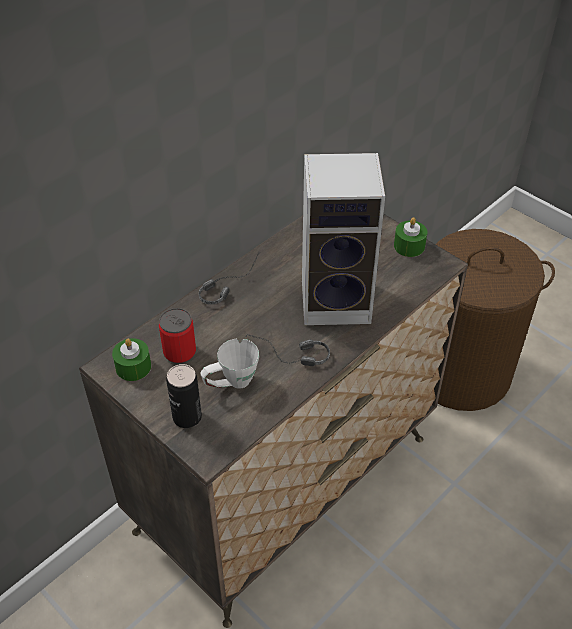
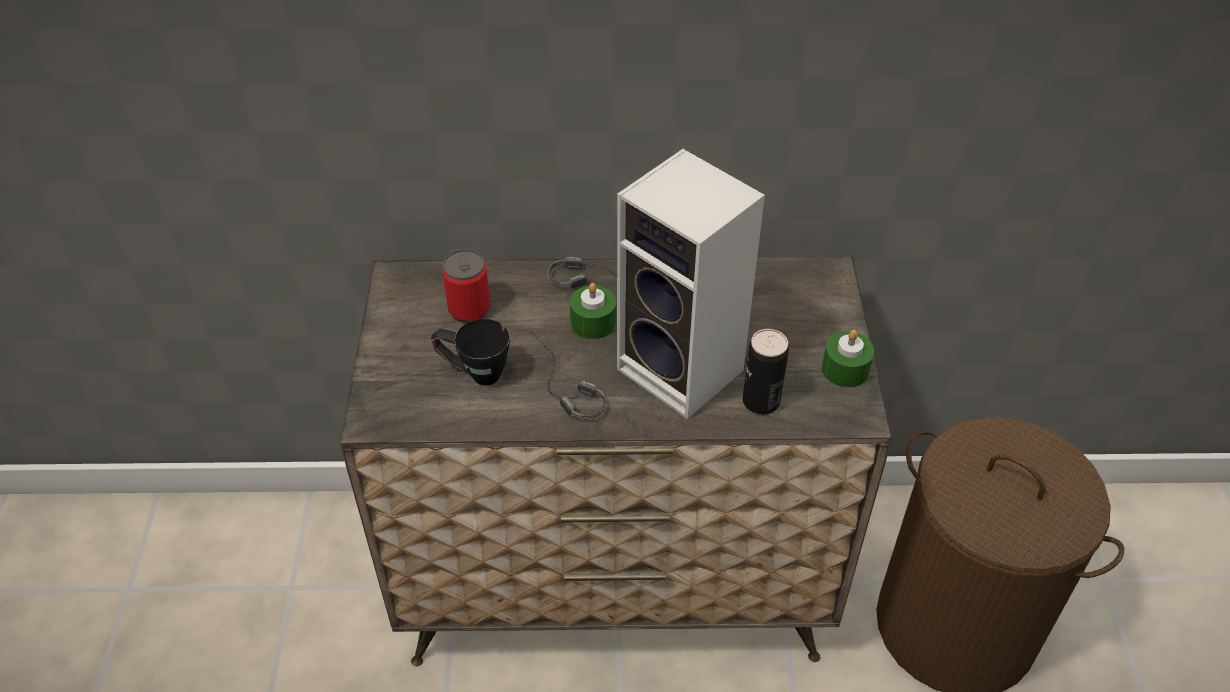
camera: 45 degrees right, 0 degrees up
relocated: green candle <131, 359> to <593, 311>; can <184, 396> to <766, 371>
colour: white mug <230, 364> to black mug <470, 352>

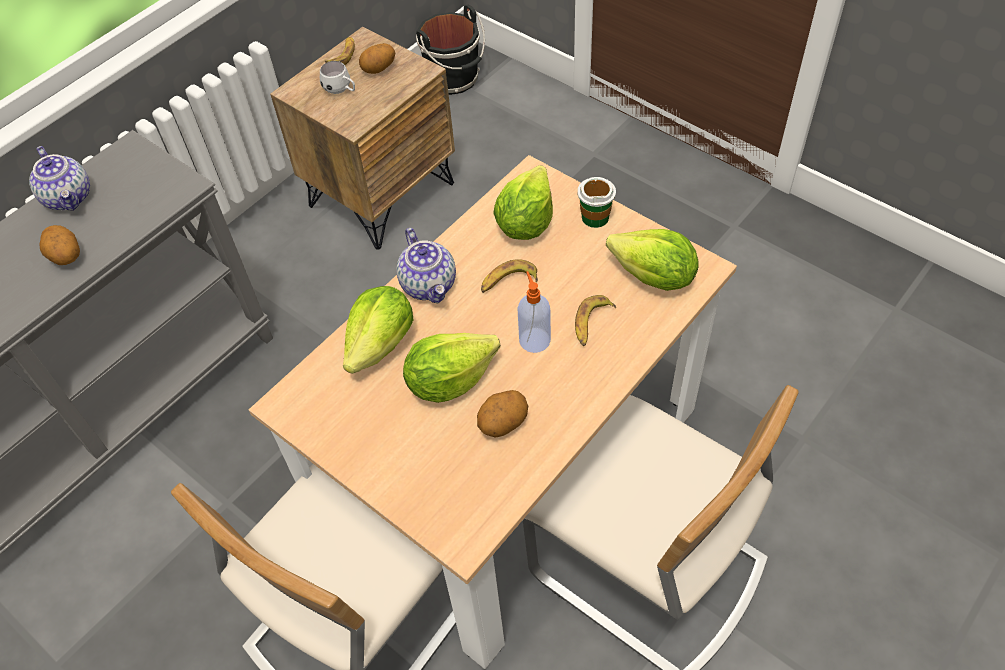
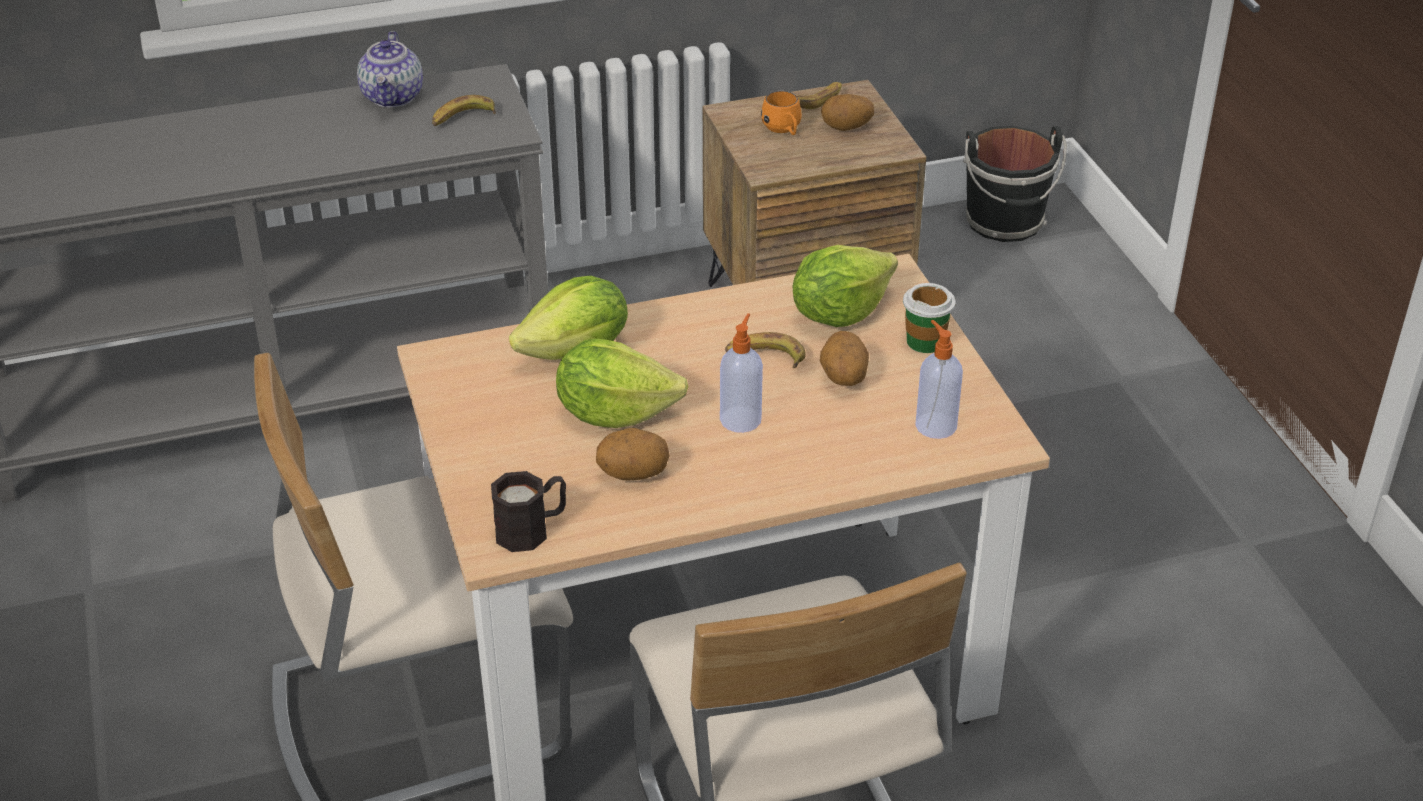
camera: 30 degrees right, 15 degrees down
missing: teapot <426, 265>
appeared: black mug <528, 511>
relocated: potato <60, 245> to <844, 358>; banana <595, 320> to <464, 110>
exchanged: lettuce <652, 260> to soap dispenser <939, 379>
colour: white mug <337, 77> to orange mug <781, 113>

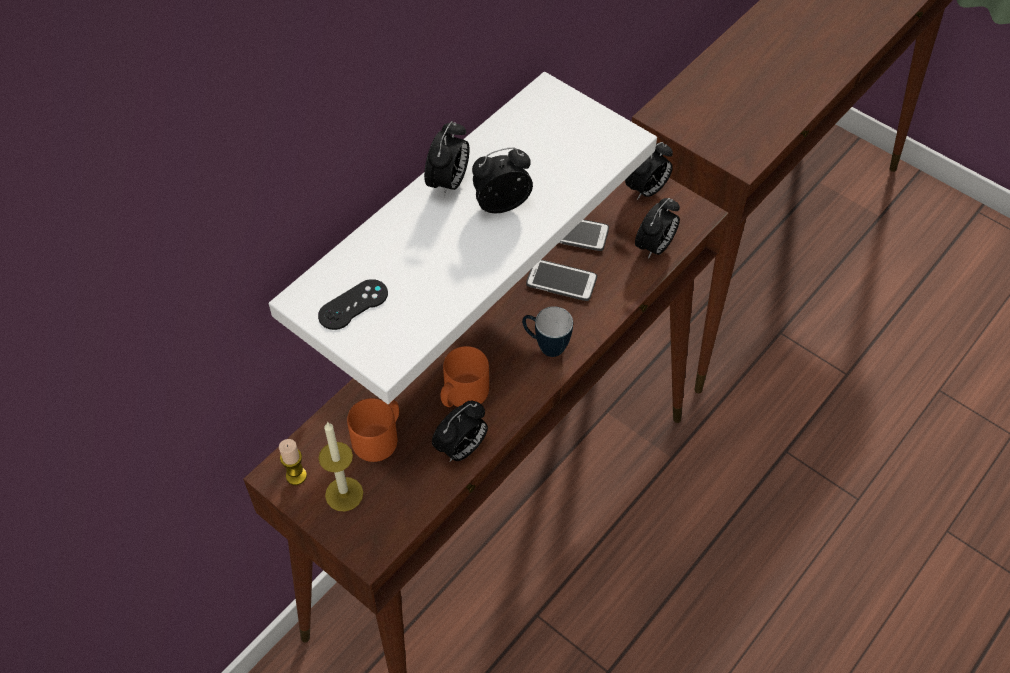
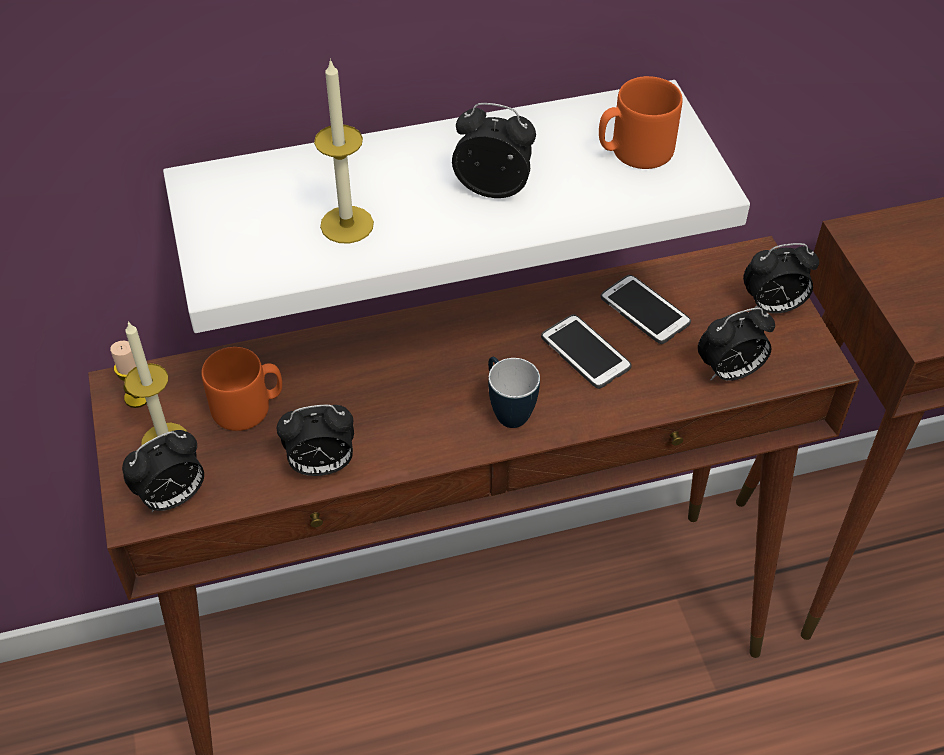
camera: 35 degrees right, 5 degrees down
missing: black game controller <353, 304>
appeared: candle <344, 151>
relocated: alarm clock <447, 159> to <163, 471>; orange mug <465, 376> to <641, 122>

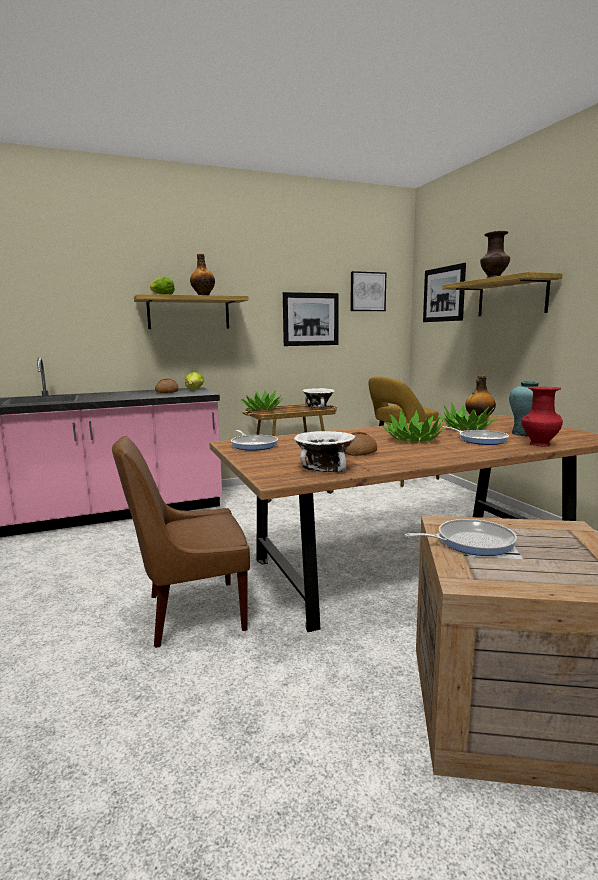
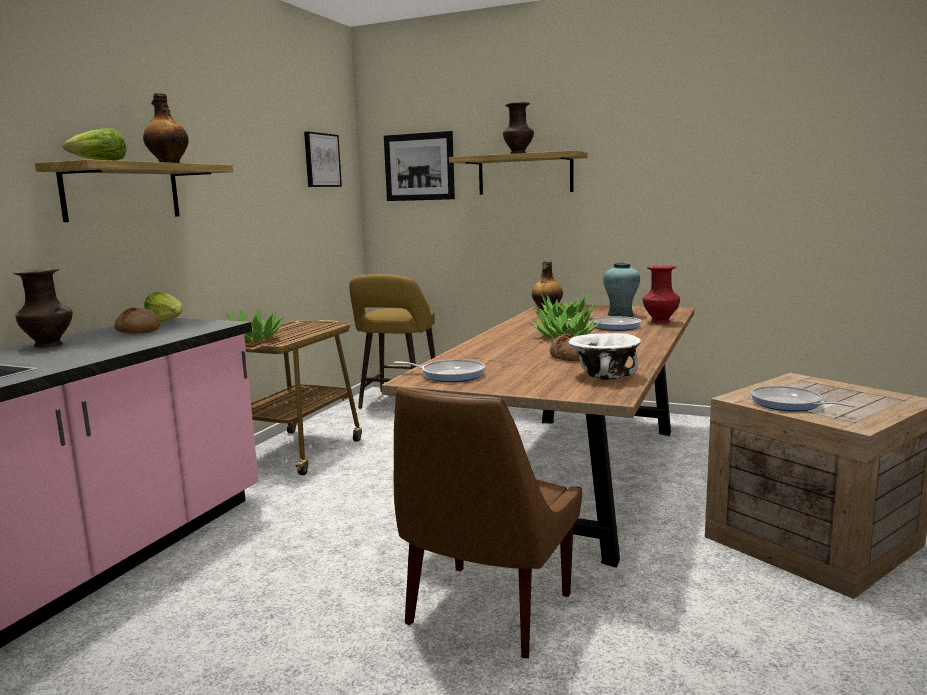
camera: 45 degrees left, 0 degrees up
missing: picture <311, 319>; white bowl <319, 398>
appeared: brown vase <43, 308>
spun: frying pan <461, 537> = <803, 398> 75 degrees counterclockwise

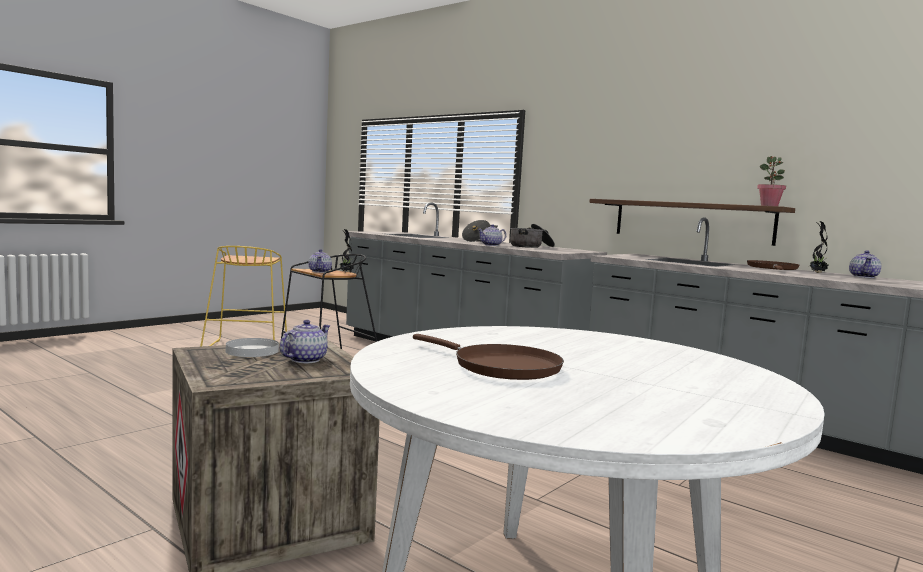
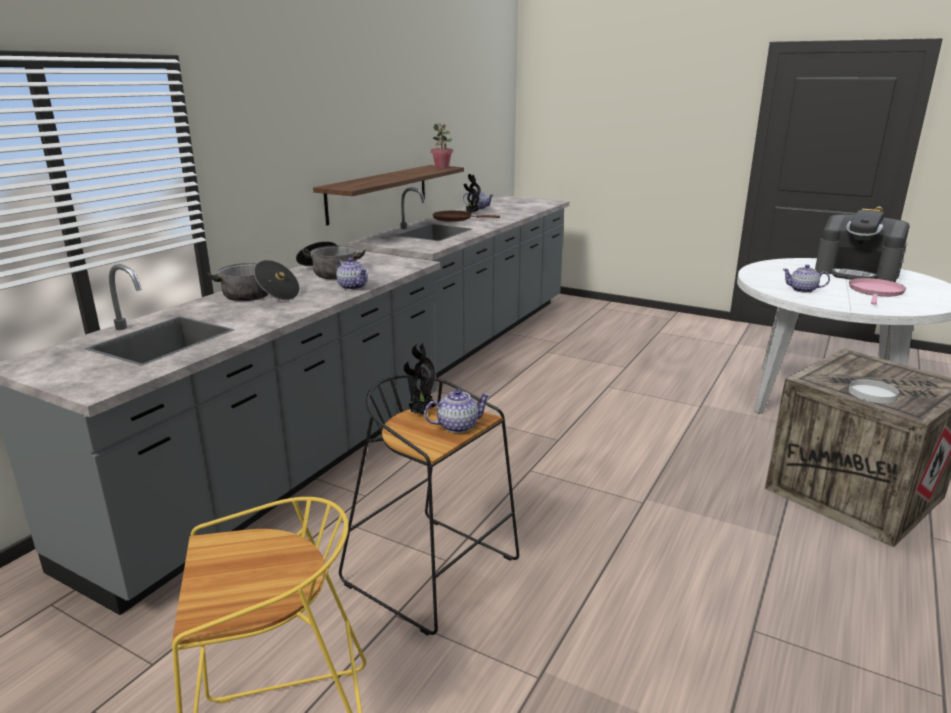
camera: 100 degrees left, 15 degrees up
appeared: coffee machine <862, 246>
relocated: teapot <305, 341> to <806, 278>
colour: brown frying pan <488, 357> to pink frying pan <877, 291>

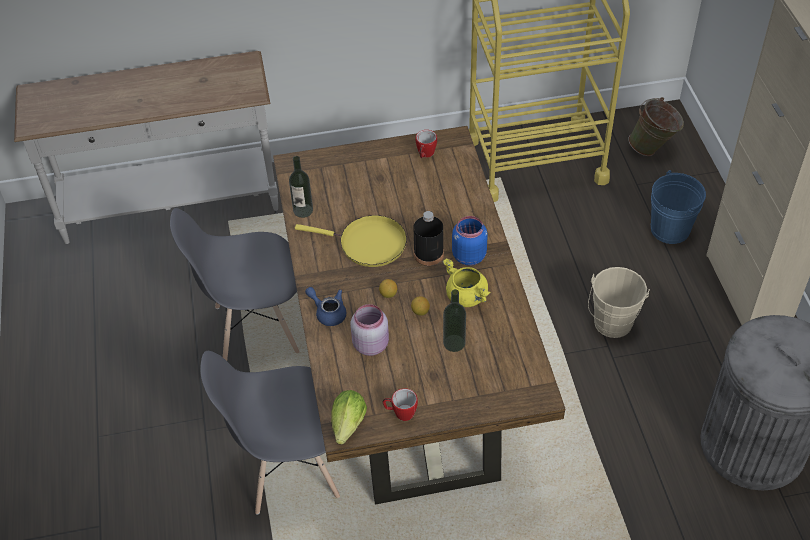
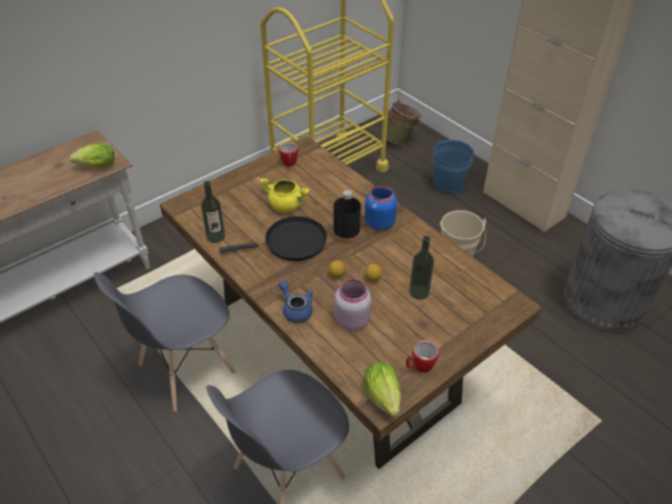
camera: 30 degrees left, 5 degrees down
appeared: lettuce <92, 155>
relocated: yellow cooking pot <466, 282> to <285, 195>
colour: yellow frying pan <351, 241> to black frying pan <273, 238>
spun: blue teapot <325, 306> = <296, 301> 45 degrees clockwise

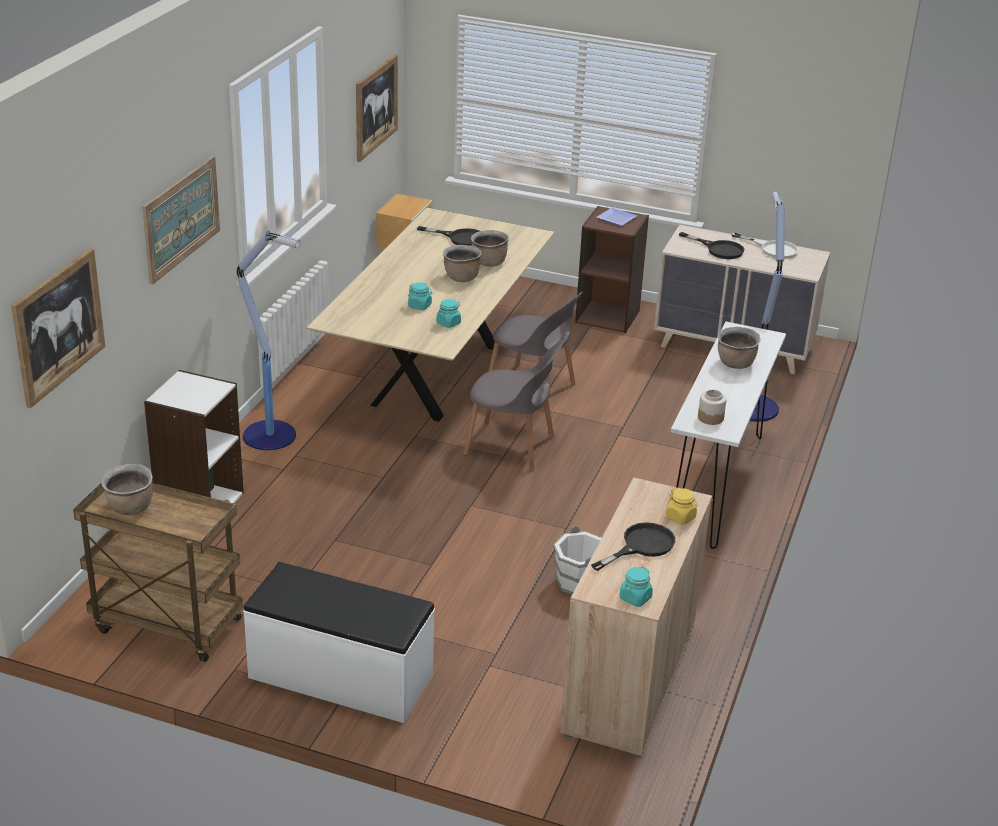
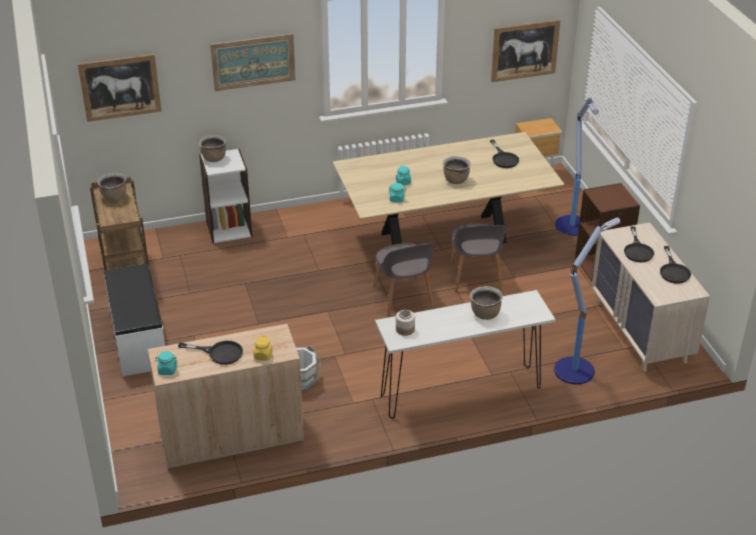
camera: 55 degrees right, 5 degrees up
missing: plate <616, 217>
relocated: floor lamp <268, 340> to <577, 167>; brown cooking pot <490, 248> to <212, 148>
colour: white frying pan <765, 245> to black frying pan <675, 265>

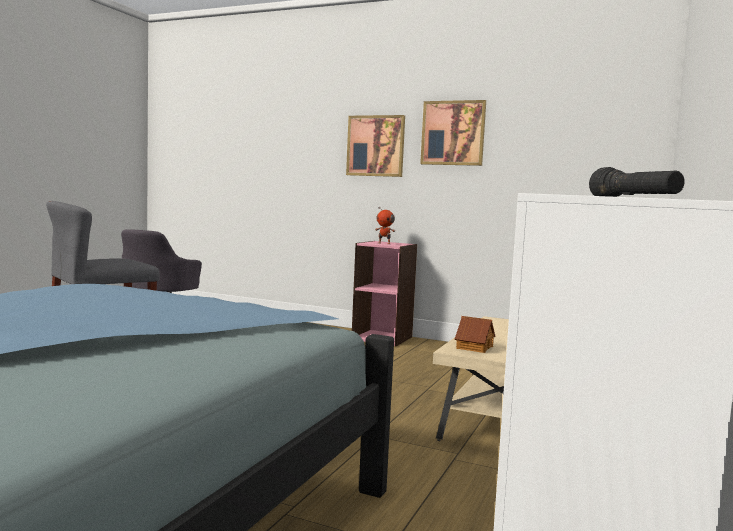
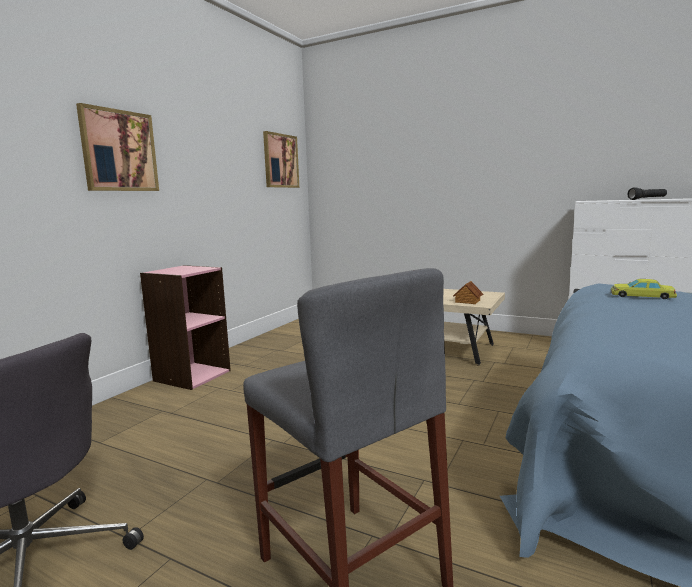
camera: 85 degrees left, 5 degrees up
missing: toy robot <385, 226>
appeared: yellow toy car <644, 289>
relocated: picture <453, 133> to <281, 159>

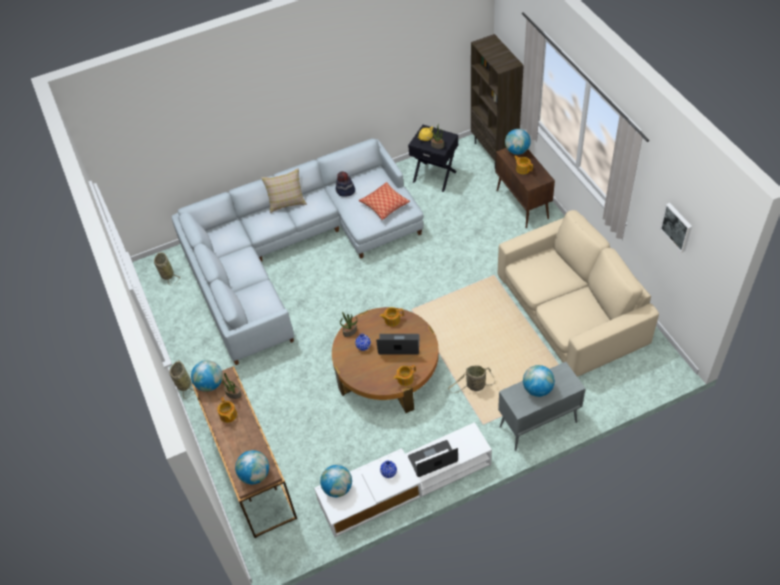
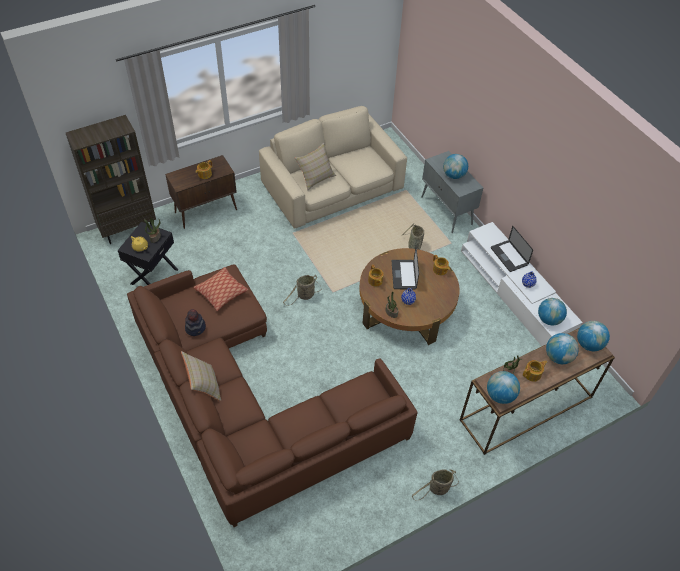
camera: 100 degrees left, 0 degrees up
missing: picture <676, 227>
appeared: beige pillow <315, 166>
relocated: basket <167, 269> to <302, 290>; globe <518, 142> to <562, 348>
colour: grey sofa <298, 251> to brown sofa <272, 395>

